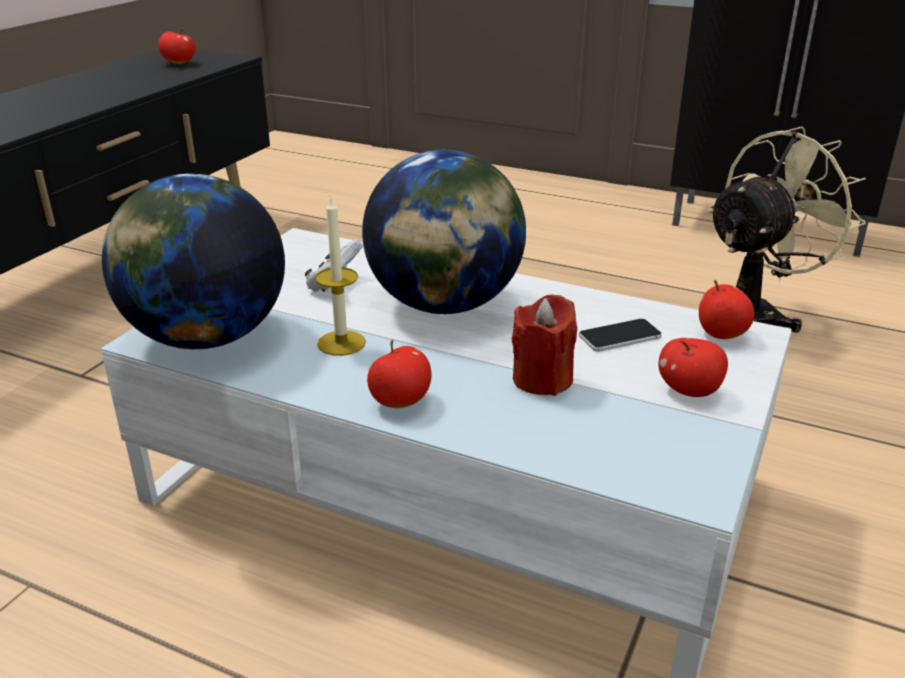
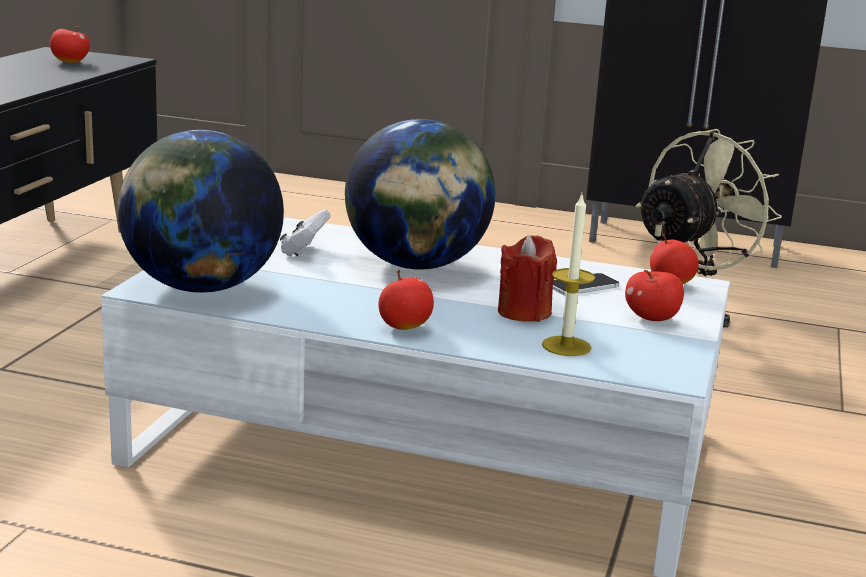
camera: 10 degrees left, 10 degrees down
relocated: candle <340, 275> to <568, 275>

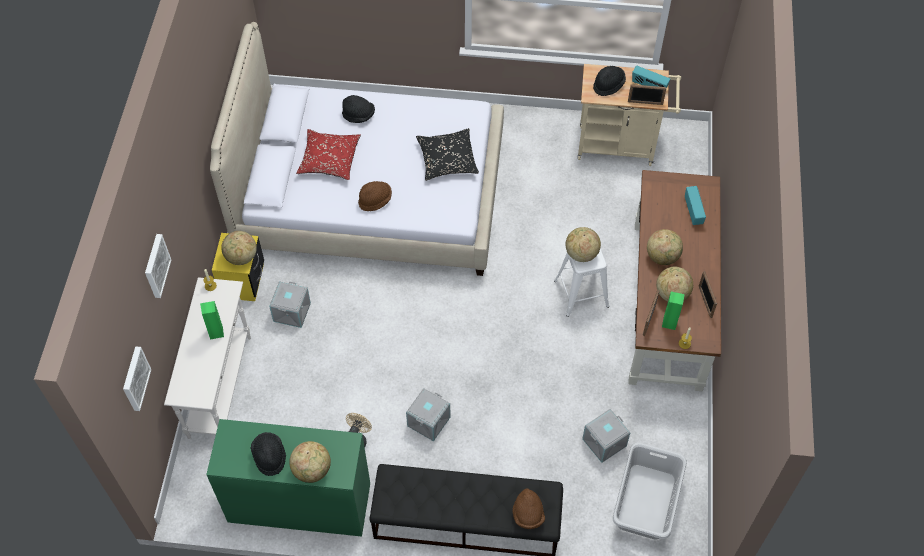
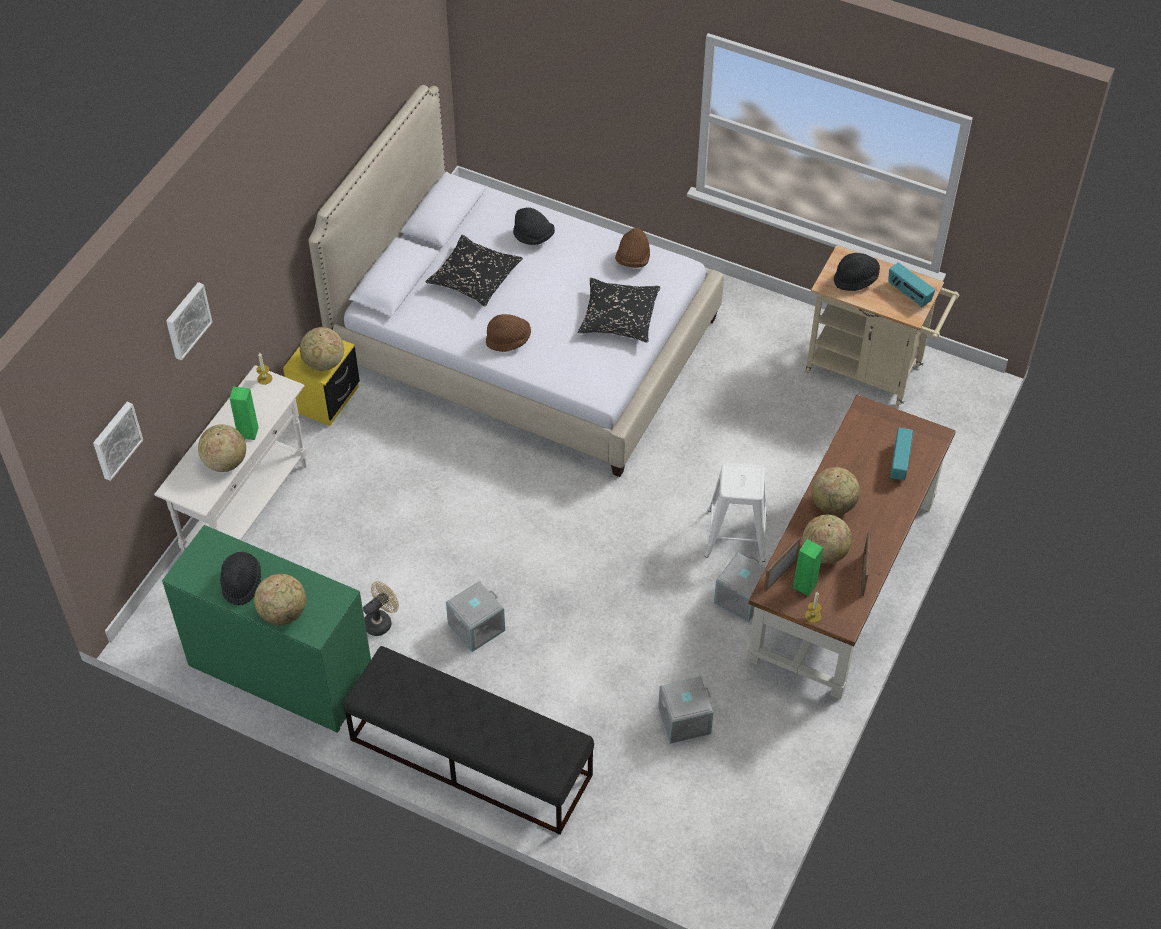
camera: 20 degrees right, 5 degrees down
missing: grey laundry basket <650, 491>; picture frame <647, 94>
relocated: grey storage box <290, 304> to <740, 587>; brown hat <528, 508> to <632, 248>; globe <583, 244> to <222, 448>
colour: red pillow <328, 154> to black pillow <474, 271>

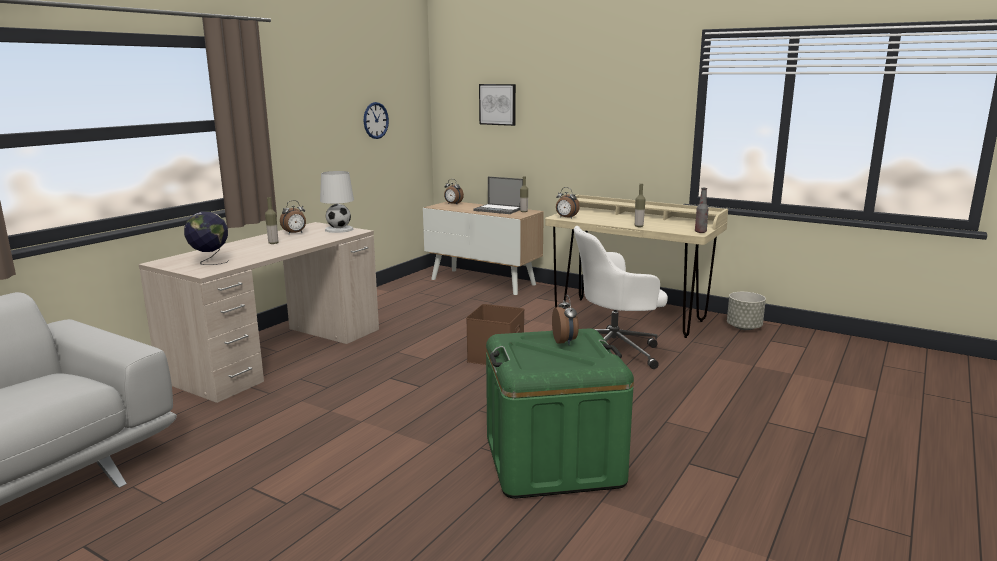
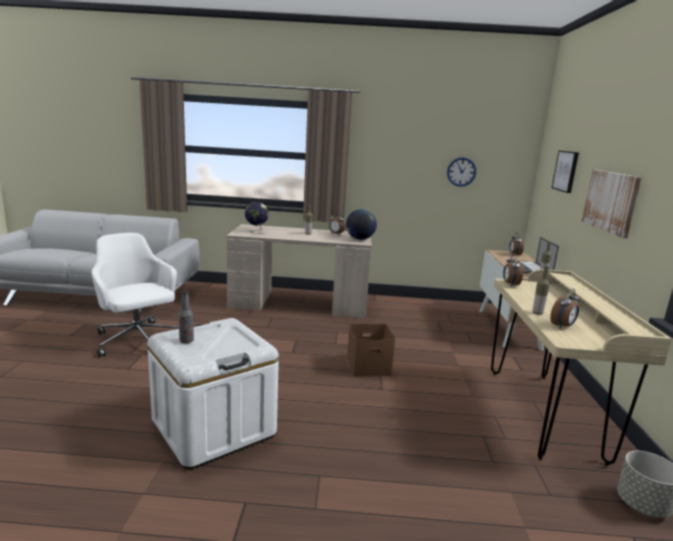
camera: 60 degrees right, 0 degrees up
appeared: picture <612, 204>
relocated: alarm clock <565, 320> to <564, 308>; white office chair <621, 297> to <135, 295>; bottle <702, 210> to <186, 317>
exchanged: white table lamp <337, 202> to globe <361, 224>
colour: green storage box <560, 413> to white storage box <213, 393>

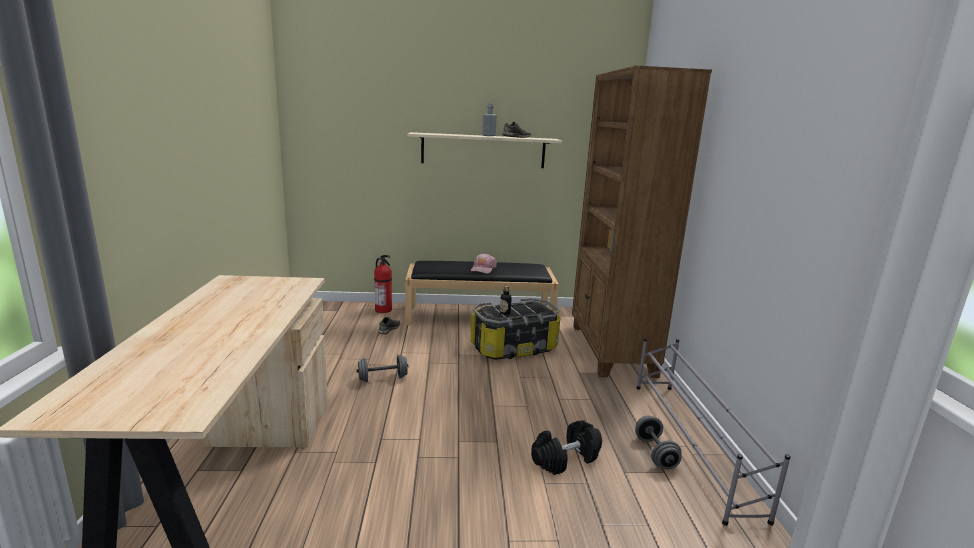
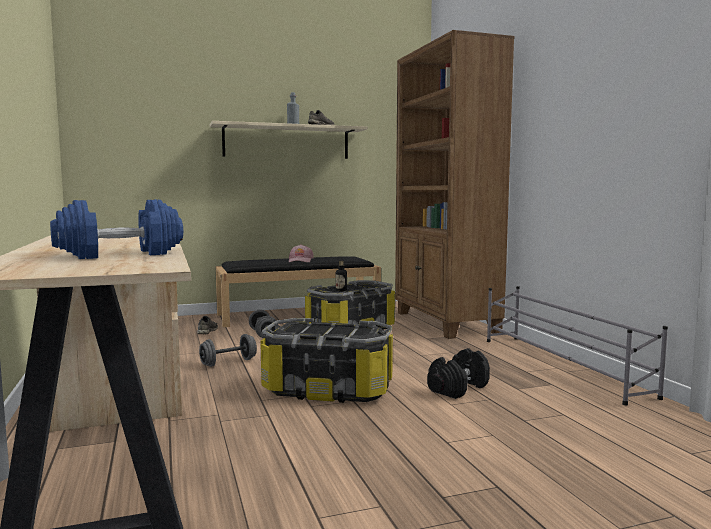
camera: 15 degrees left, 10 degrees down
missing: fire extinguisher <383, 284>
appeared: blue dumbbell <116, 229>; storage box <326, 360>
relocated: grey dumbbell <658, 442> to <263, 324>

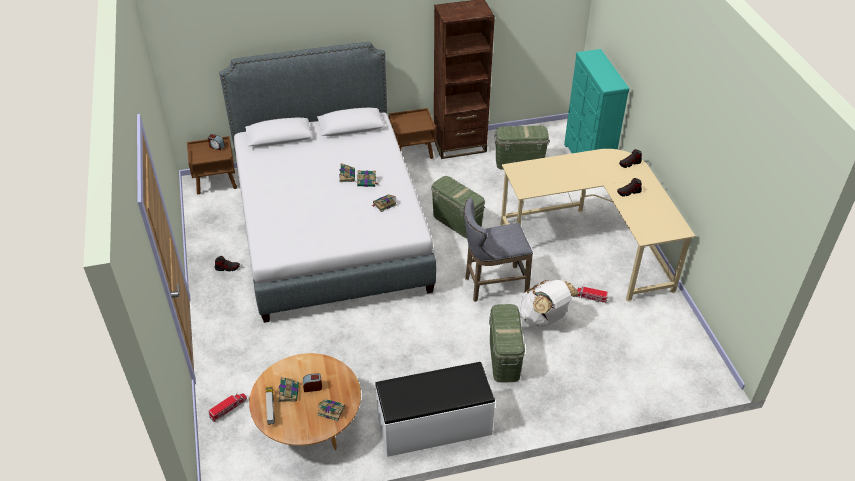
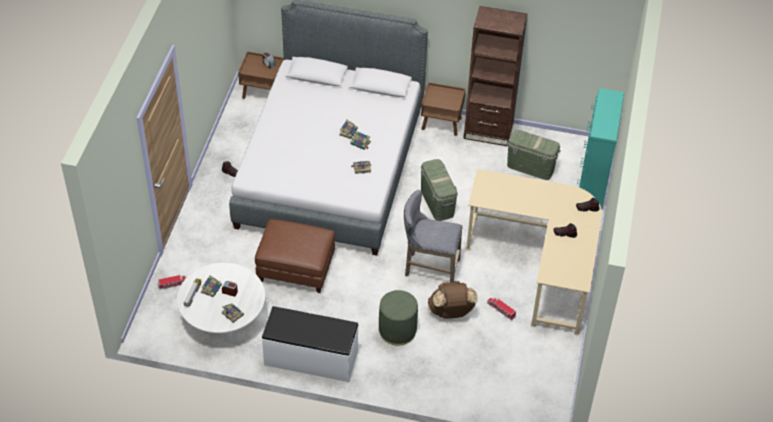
camera: 25 degrees right, 5 degrees up
appeared: brown ottoman <295, 256>
exchanged: green storage box <507, 343> to green ottoman <398, 317>
colour: brown coffee table <305, 402> to white coffee table <221, 304>; white backpack <549, 303> to brown backpack <453, 300>

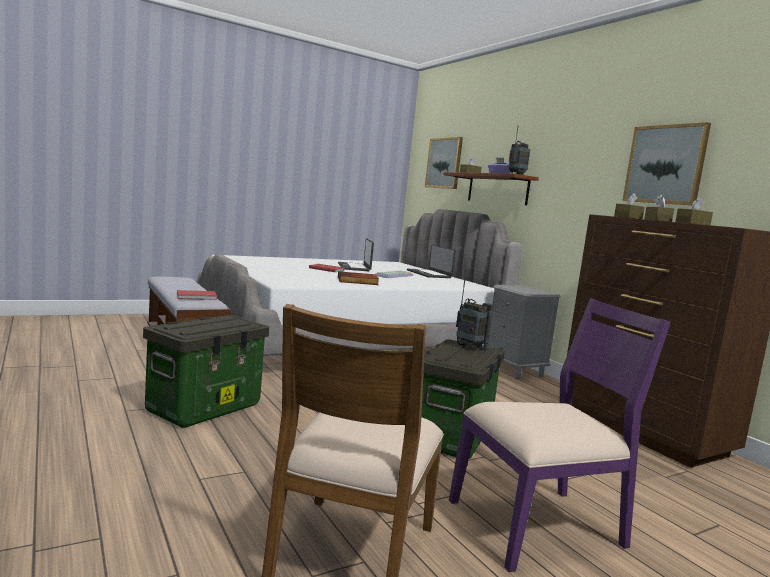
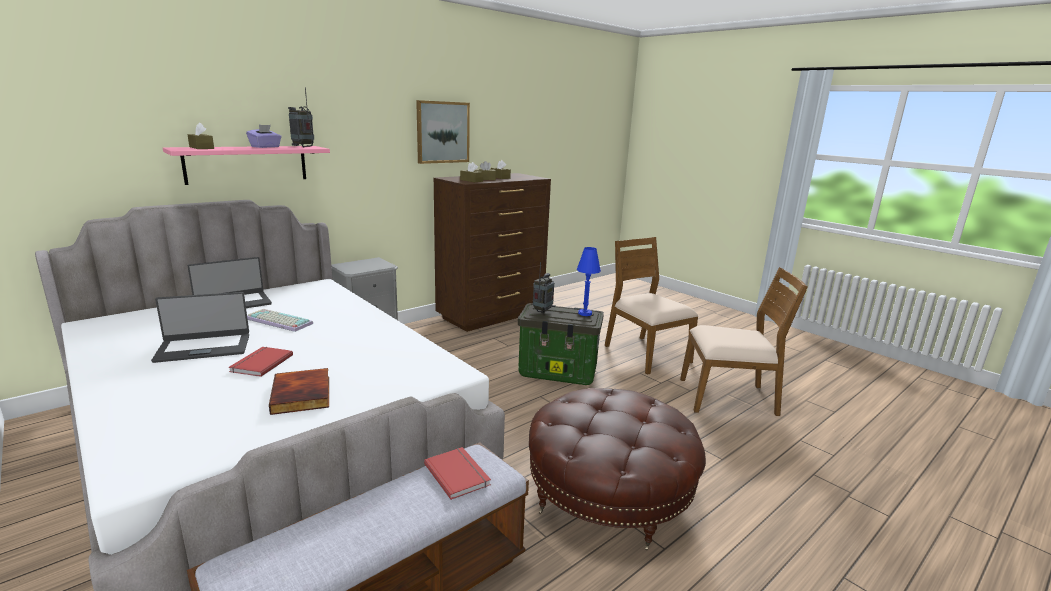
camera: 100 degrees left, 10 degrees up
missing: picture <444, 163>
appeared: blue table lamp <589, 281>
relocated: book <358, 278> to <299, 391>
exchanged: storage box <206, 371> to brown ottoman <617, 469>
colour: brown shelf <491, 188> to pink shelf <246, 165>; purple chair <560, 435> to brown chair <651, 306>

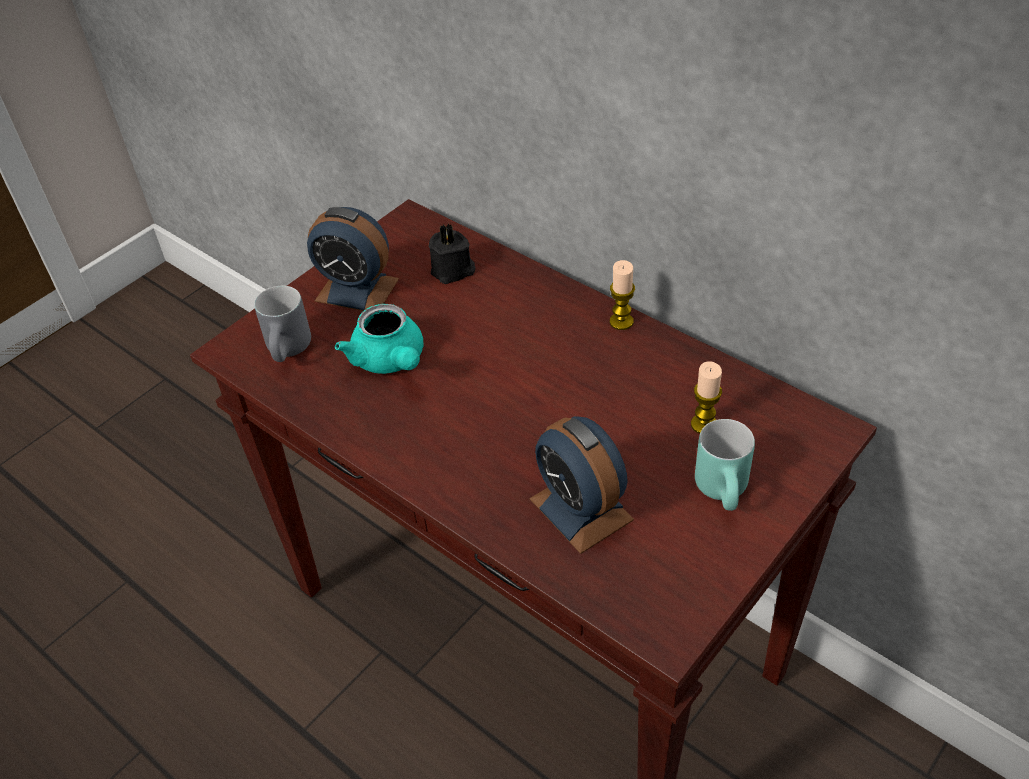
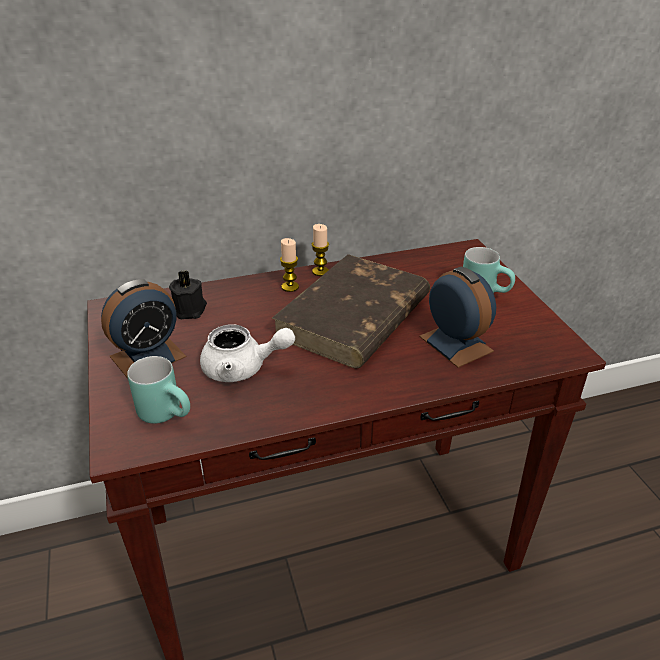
camera: 60 degrees left, 10 degrees down
appeared: brown book <351, 311>
relocated: candle <706, 397> to <289, 265>
colour: grey mug <282, 324> to turquoise mug <158, 390>; turquoise teapot <379, 339> to white teapot <247, 353>
spun: alarm clock <582, 485> = <457, 317> 120 degrees counterclockwise

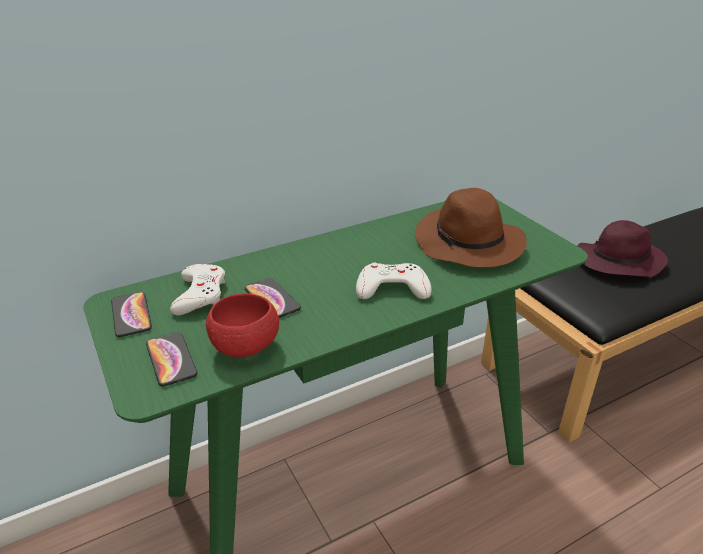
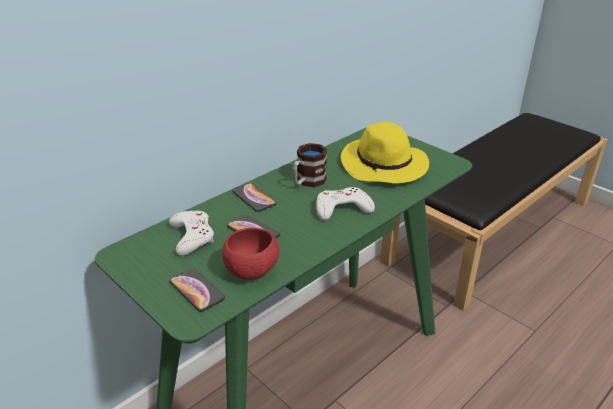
camera: 15 degrees left, 0 degrees up
missing: purple hat <622, 248>
appeared: mug <310, 165>
relocated: phone <131, 314> to <254, 197>
colour: brown hat <471, 228> to yellow hat <385, 153>

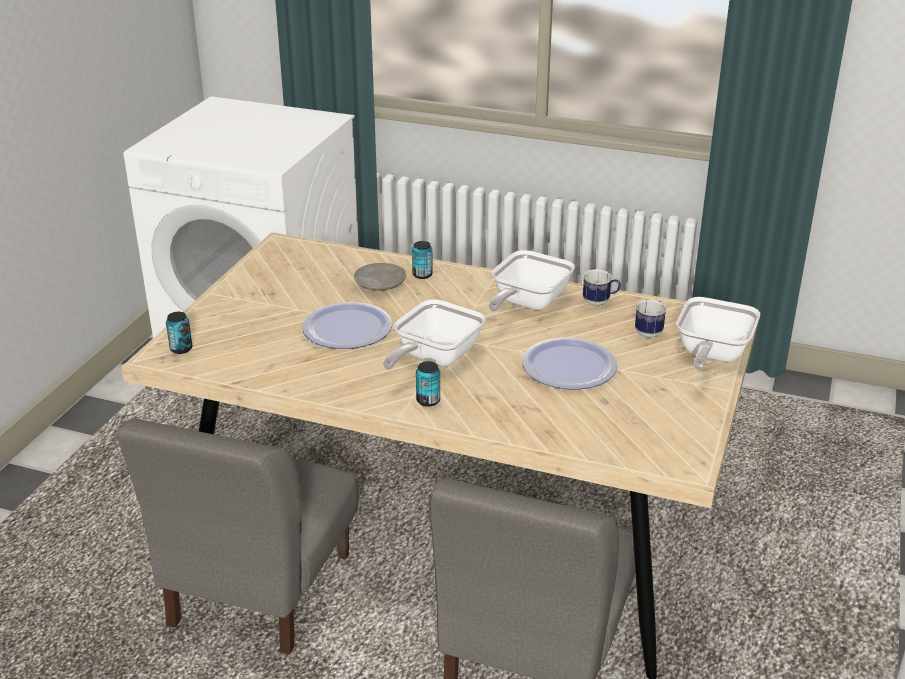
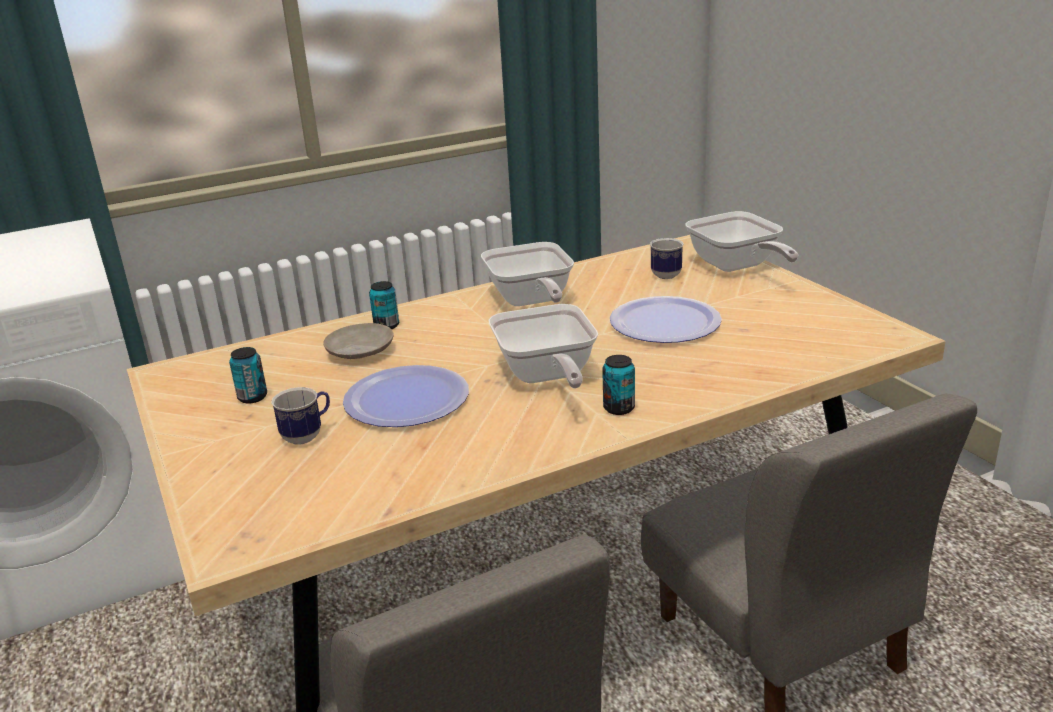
camera: 45 degrees left, 5 degrees down
relocated: can <179, 333> to <248, 375>; mug <602, 287> to <300, 416>

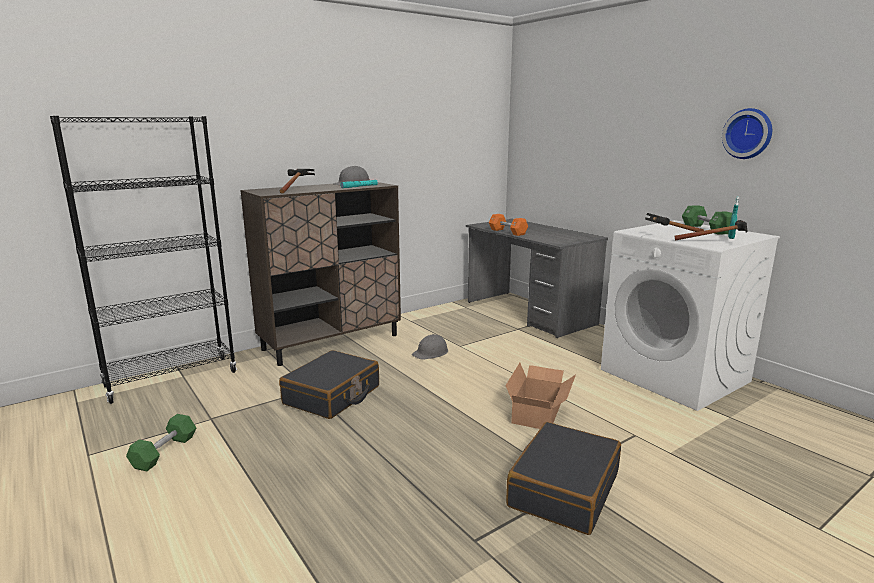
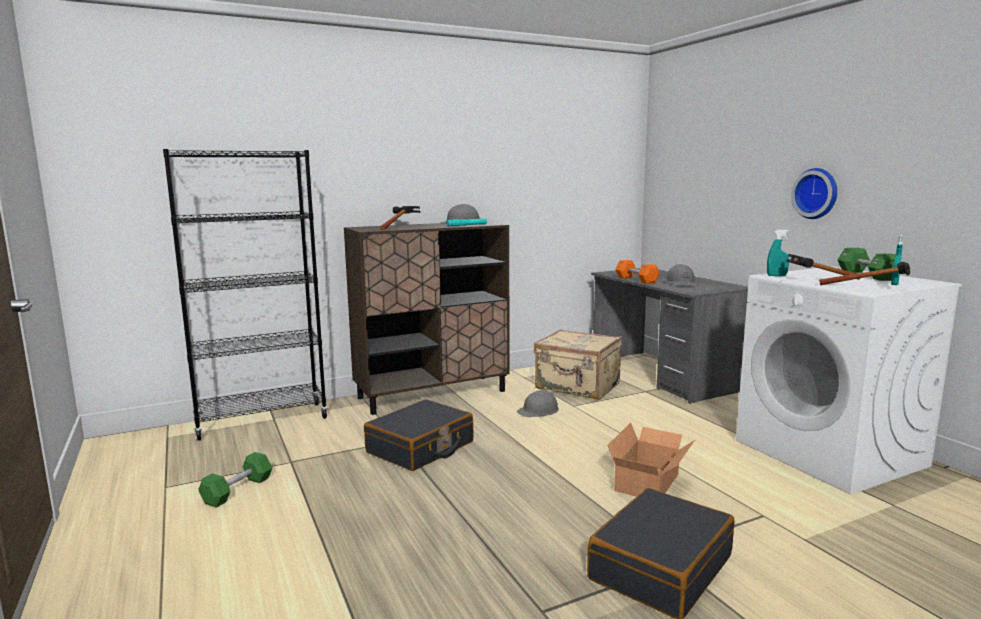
camera: 10 degrees right, 5 degrees down
appeared: beige suitcase <578, 364>; grey hard hat <680, 275>; turquoise spray bottle <778, 253>
relocated: wall clock <747, 133> to <814, 193>

